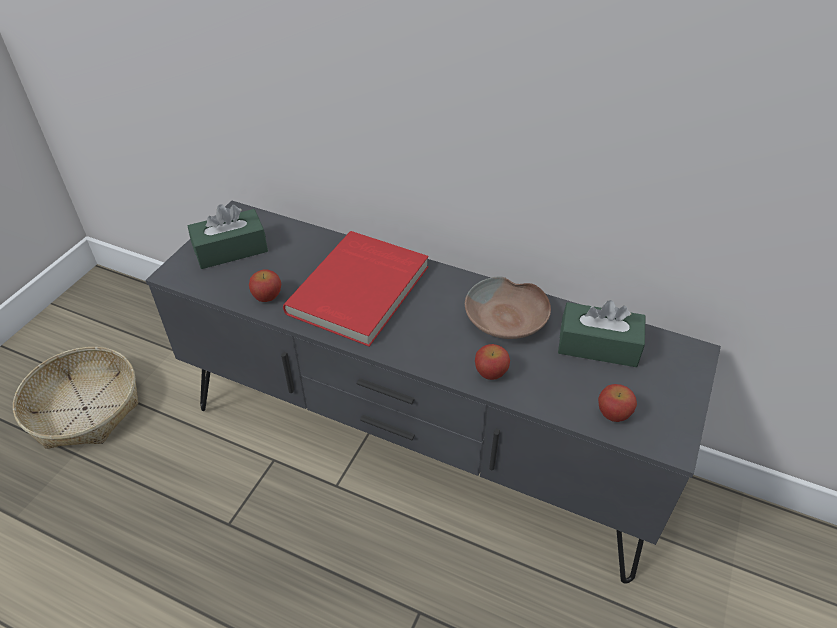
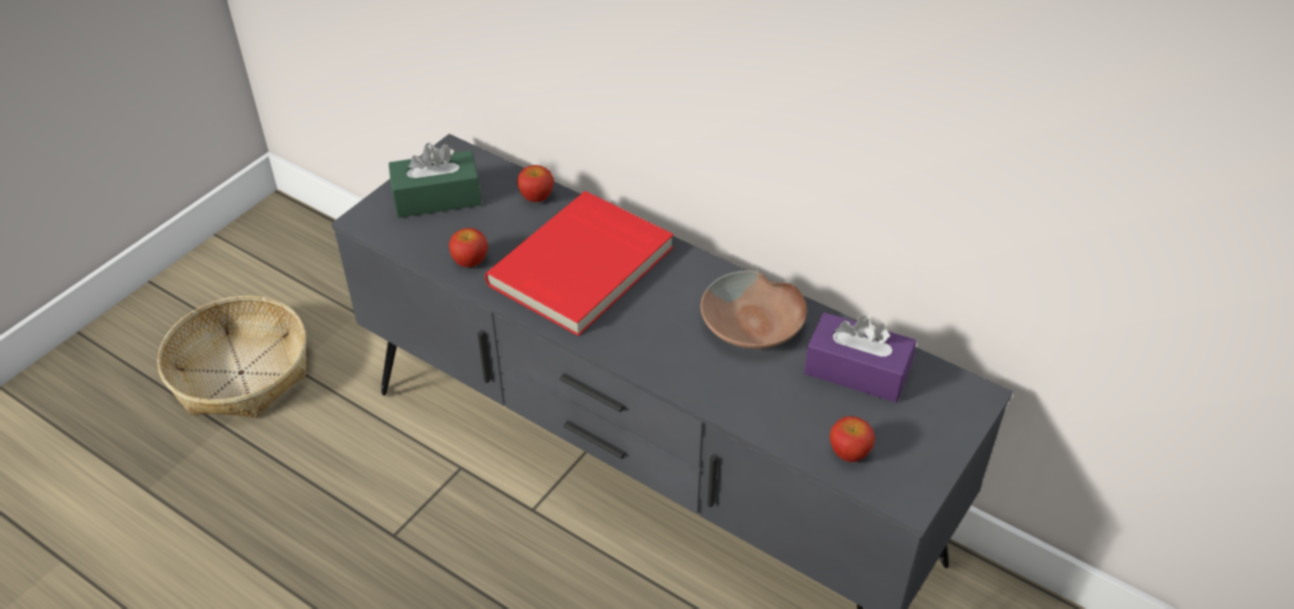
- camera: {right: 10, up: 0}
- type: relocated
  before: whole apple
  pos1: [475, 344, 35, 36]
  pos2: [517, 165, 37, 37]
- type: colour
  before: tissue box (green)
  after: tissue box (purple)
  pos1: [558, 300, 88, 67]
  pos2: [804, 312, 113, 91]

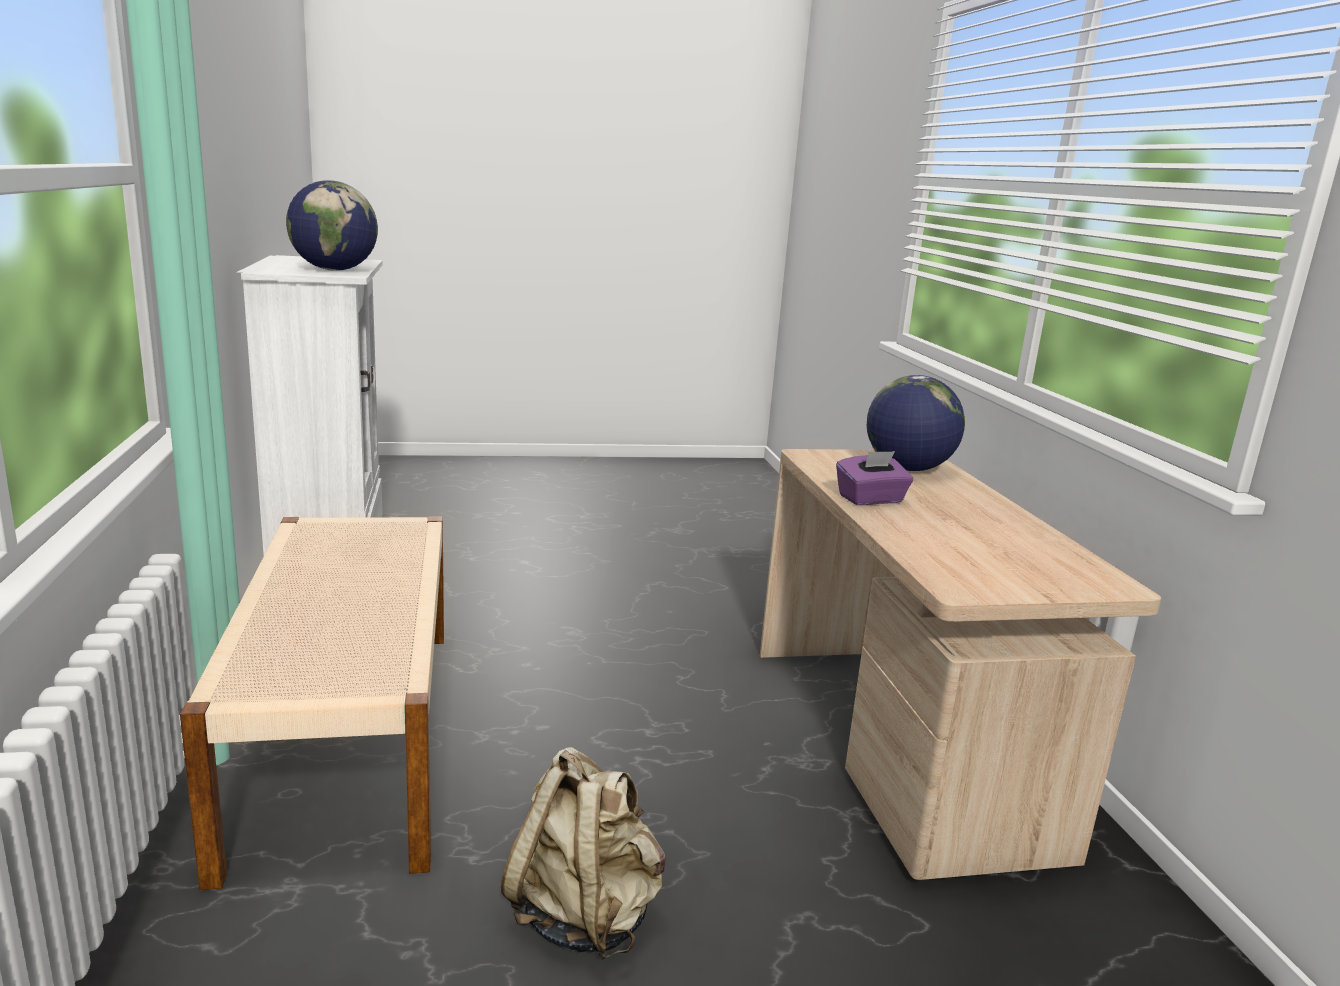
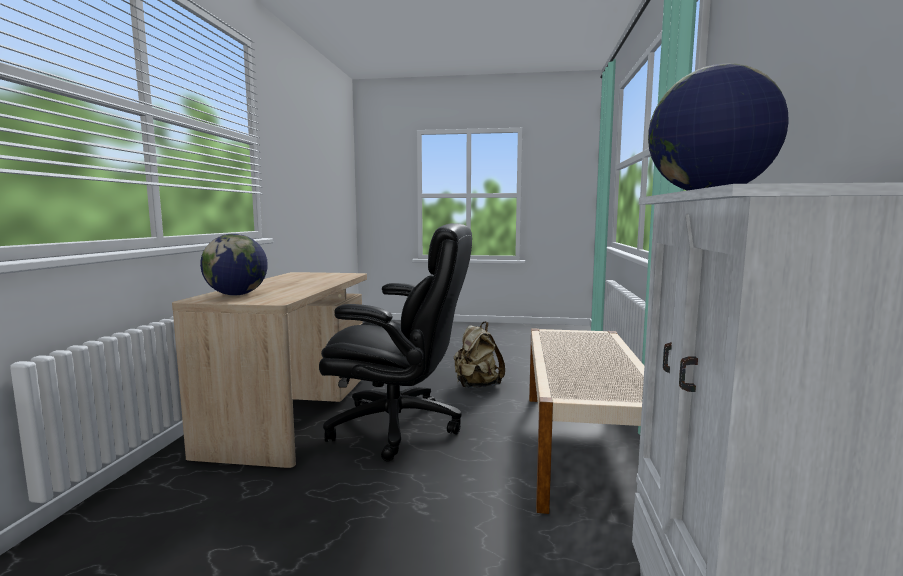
- camera: {right: -160, up: -10}
- type: appeared
  after: computer chair (black-coloured)
  pos2: [319, 223, 153, 238]
- type: missing
  before: tissue box (purple)
  pos1: [836, 451, 77, 54]

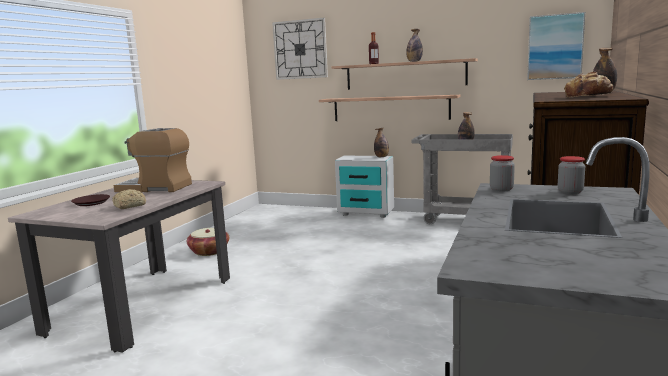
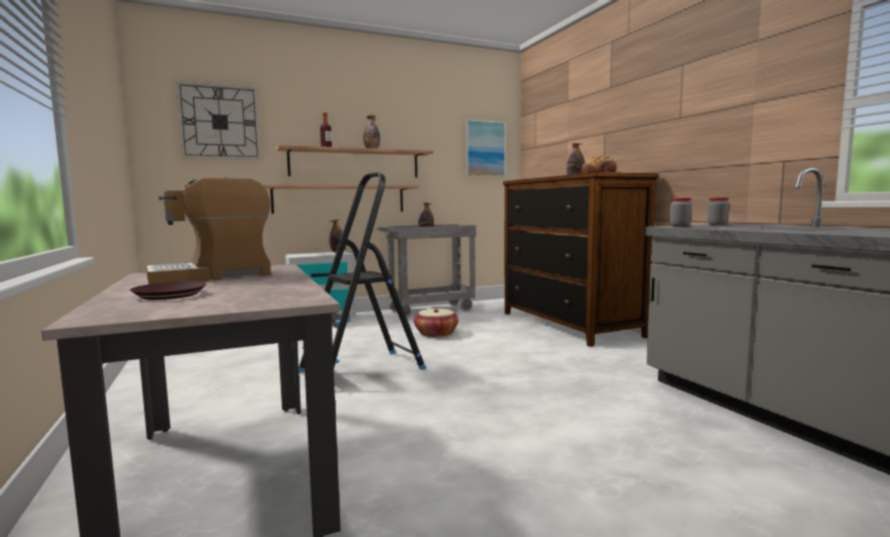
- camera: {right: -45, up: -5}
- type: appeared
  after: stepladder (black-coloured)
  pos2: [299, 172, 127, 201]
- type: relocated
  before: household basket
  pos1: [187, 228, 42, 28]
  pos2: [414, 309, 45, 28]
- type: missing
  before: baked bread
  pos1: [112, 189, 34, 20]

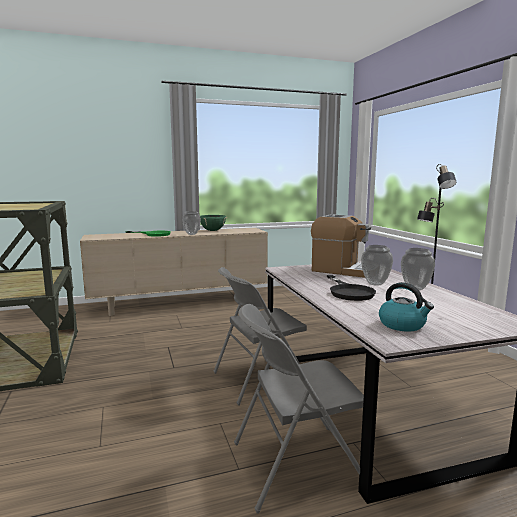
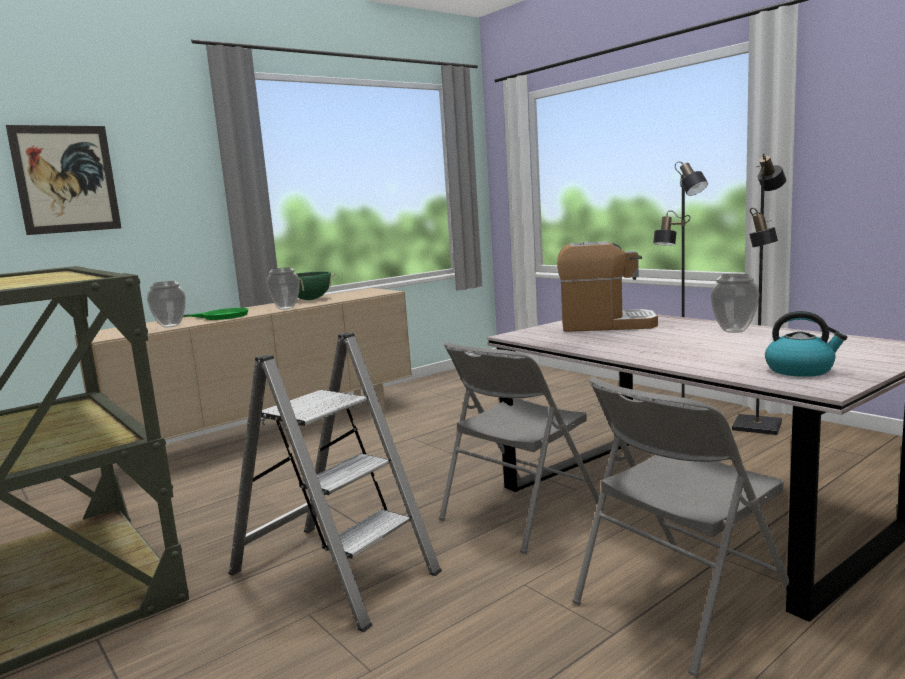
- camera: {right: -20, up: 0}
- type: appeared
  after: wall picture
  pos2: [6, 125, 115, 110]
- type: relocated
  before: vase
  pos1: [361, 245, 32, 41]
  pos2: [147, 281, 38, 46]
- type: appeared
  after: stepladder (greyish)
  pos2: [228, 332, 214, 300]
- type: appeared
  after: floor lamp (black-coloured)
  pos2: [732, 153, 54, 282]
- type: missing
  before: frying pan (black-coloured)
  pos1: [327, 275, 49, 26]

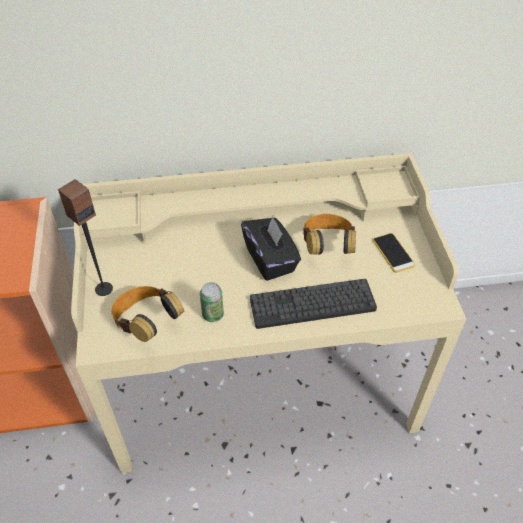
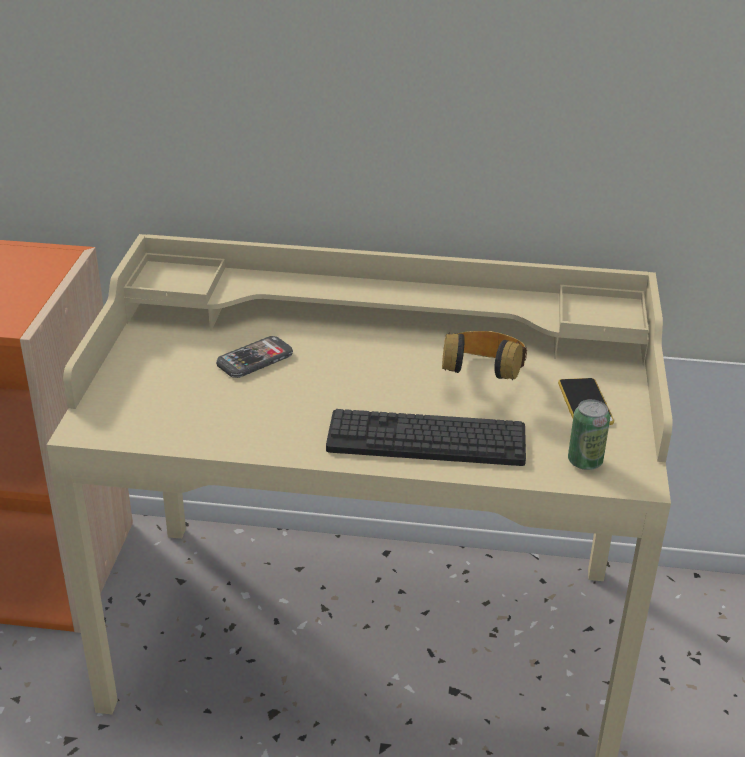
- camera: {right: 15, up: -15}
- type: appeared
  after: phone
  pos2: [216, 336, 77, 42]
- type: relocated
  before: sealed can
  pos1: [200, 282, 24, 40]
  pos2: [568, 399, 42, 71]
- type: missing
  before: speaker
  pos1: [58, 179, 55, 117]
- type: missing
  before: pair of headphones
  pos1: [111, 286, 73, 56]
- type: missing
  before: tissue box (black-coloured)
  pos1: [241, 216, 60, 65]

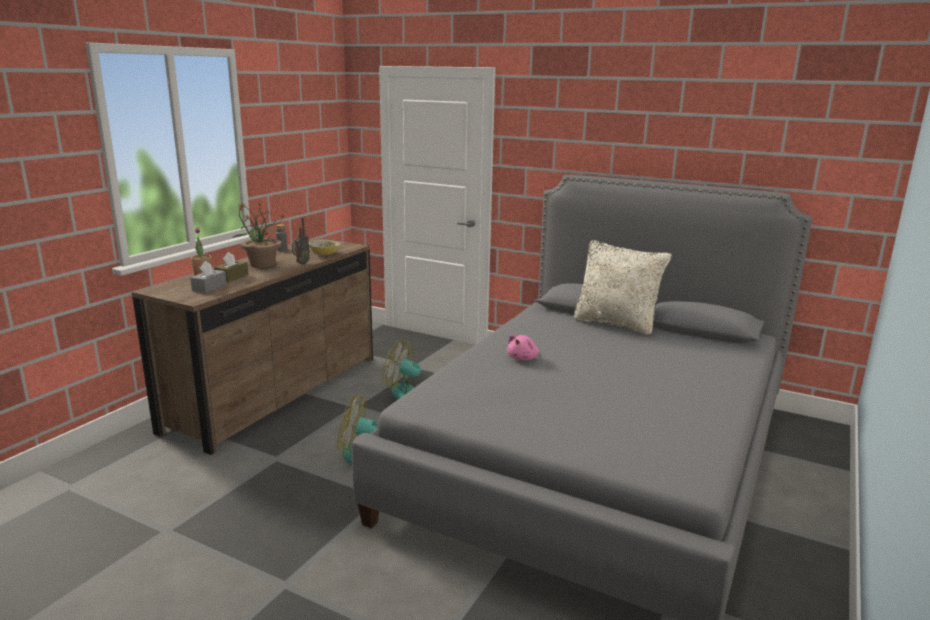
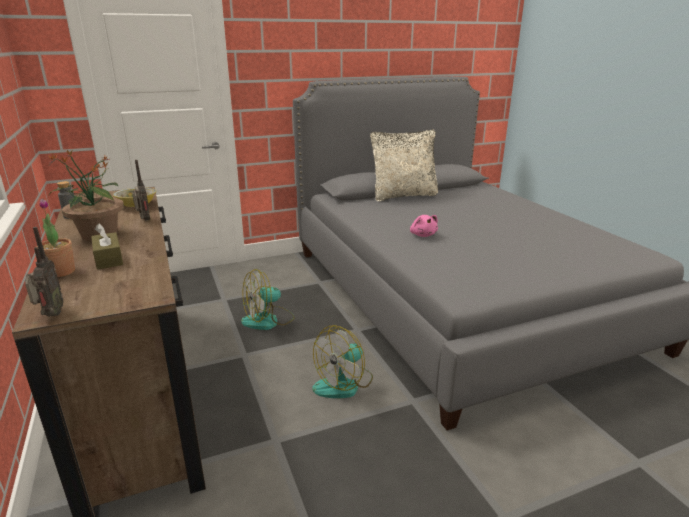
- camera: {right: -50, up: 5}
- type: appeared
  after: radio receiver
  pos2: [25, 227, 38, 90]
- type: missing
  before: tissue box (greyish)
  pos1: [190, 261, 37, 32]

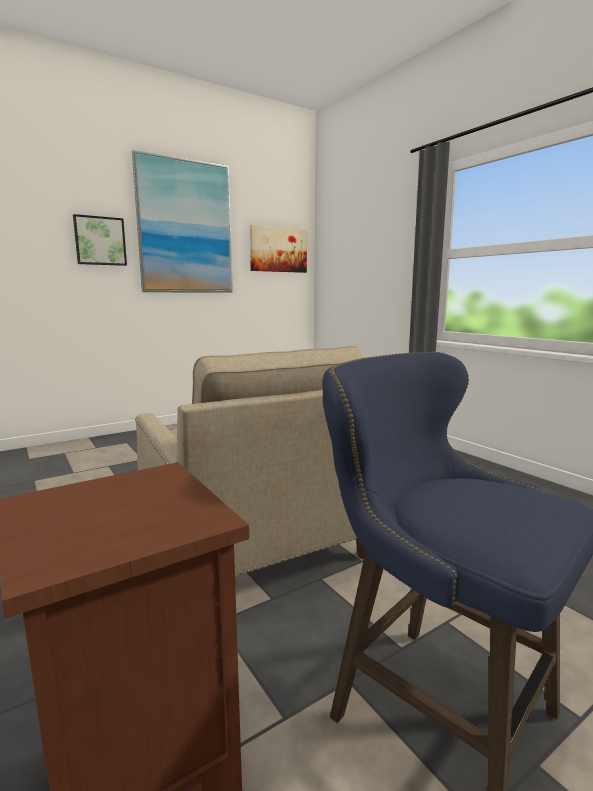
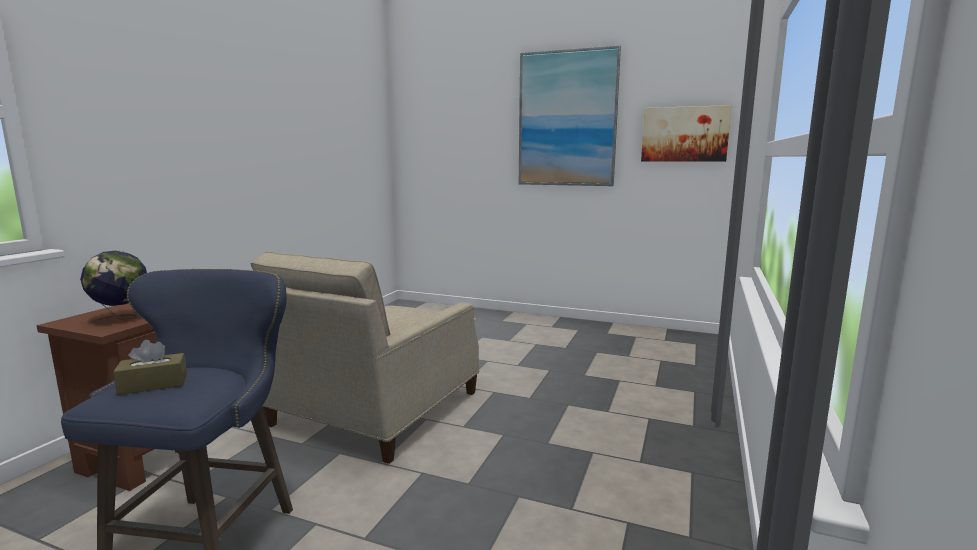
- camera: {right: 55, up: 0}
- type: appeared
  after: desk globe
  pos2: [80, 250, 67, 73]
- type: appeared
  after: tissue box (brown)
  pos2: [113, 340, 74, 55]
- type: missing
  before: wall picture
  pos1: [73, 214, 54, 52]

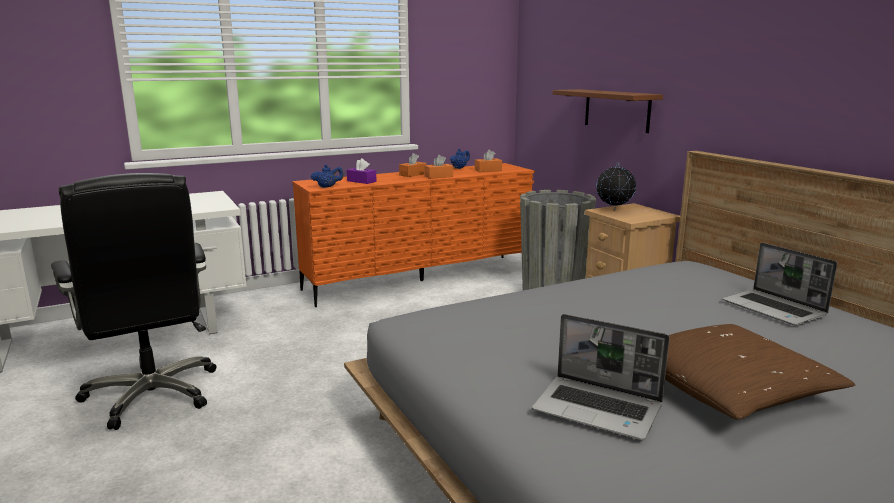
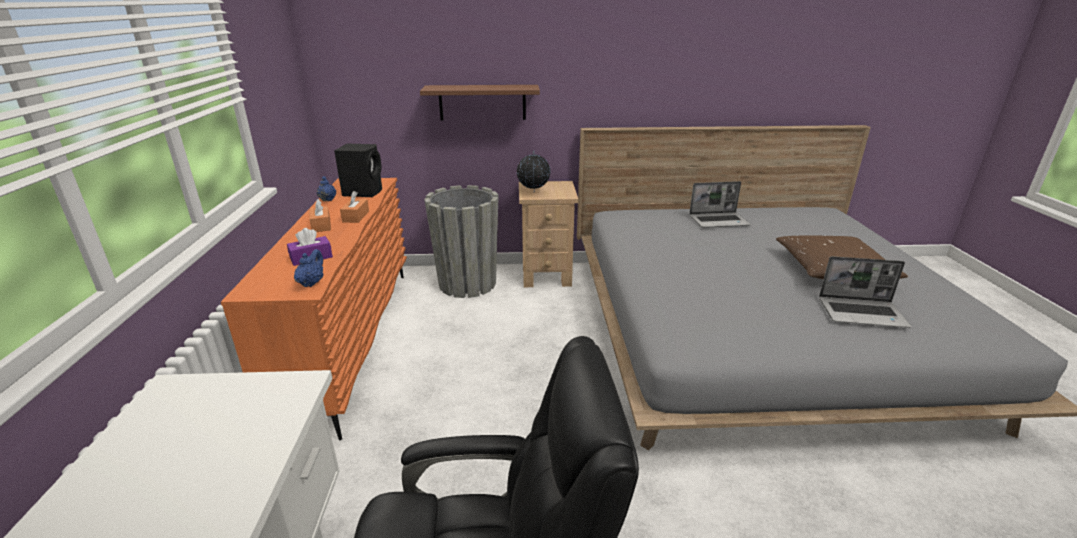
- camera: {right: -65, up: 10}
- type: exchanged
  before: tissue box (orange)
  after: speaker (black-coloured)
  pos1: [475, 150, 27, 22]
  pos2: [334, 143, 48, 54]
- type: spun
  before: laptop
  pos1: [532, 314, 137, 126]
  pos2: [819, 256, 93, 72]
  turn: 45

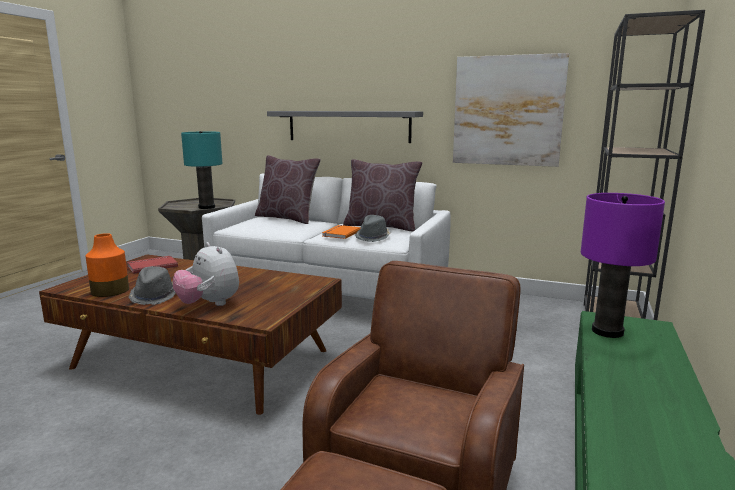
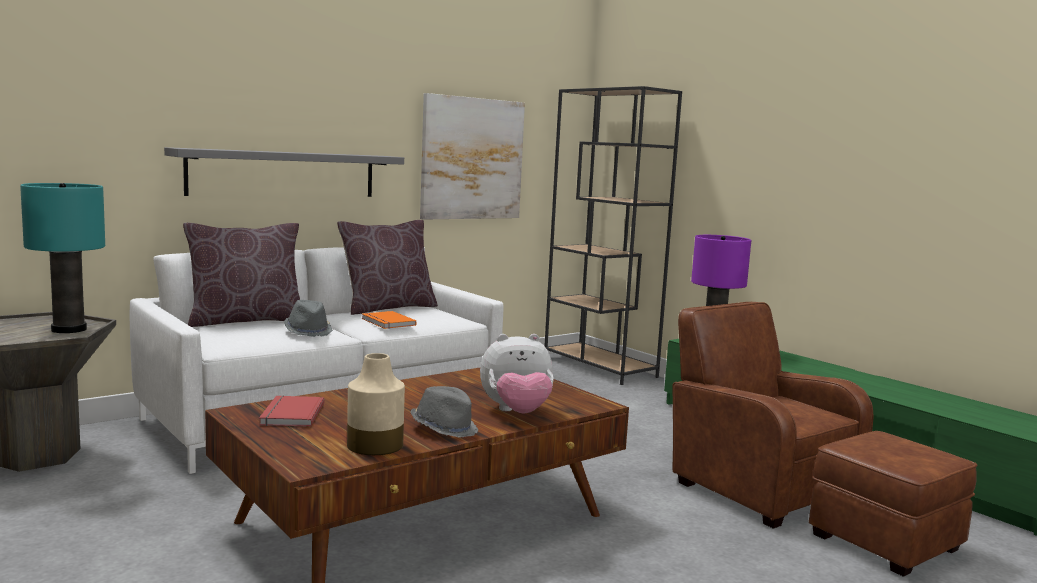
- camera: {right: -60, up: -5}
- type: relocated
  before: hat (greyish)
  pos1: [355, 215, 35, 27]
  pos2: [284, 300, 49, 37]
- type: colour
  before: vase (orange)
  after: vase (beige-coloured)
  pos1: [86, 233, 43, 64]
  pos2: [347, 353, 58, 102]

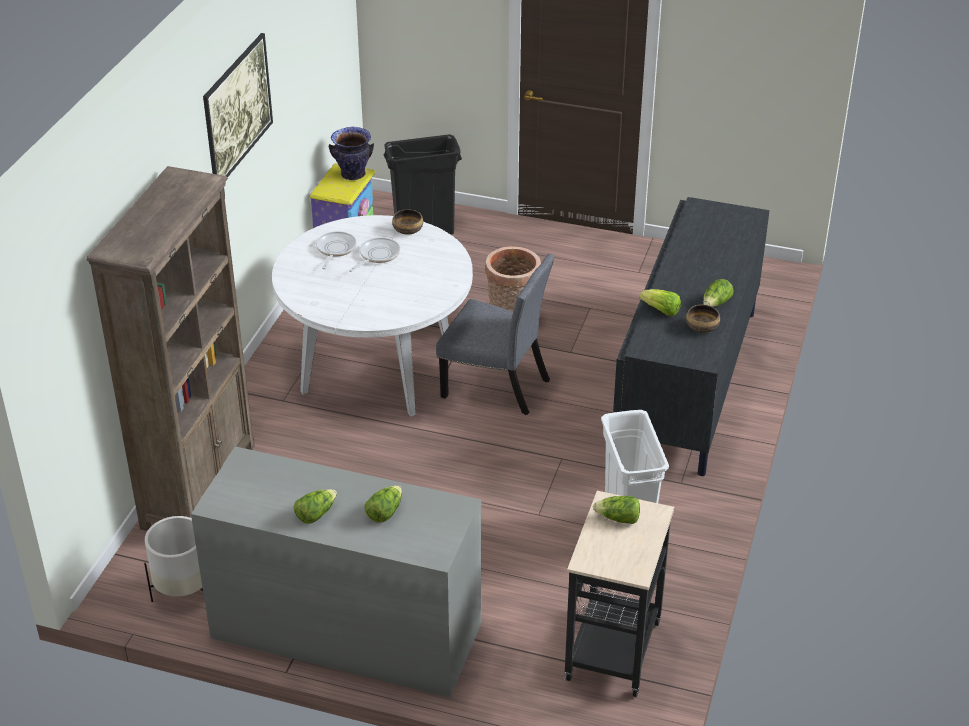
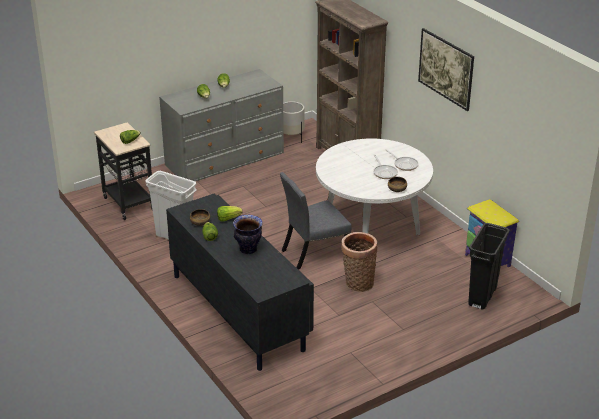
- camera: {right: 130, up: -5}
- type: relocated
  before: vase
  pos1: [329, 127, 45, 53]
  pos2: [233, 215, 30, 39]

